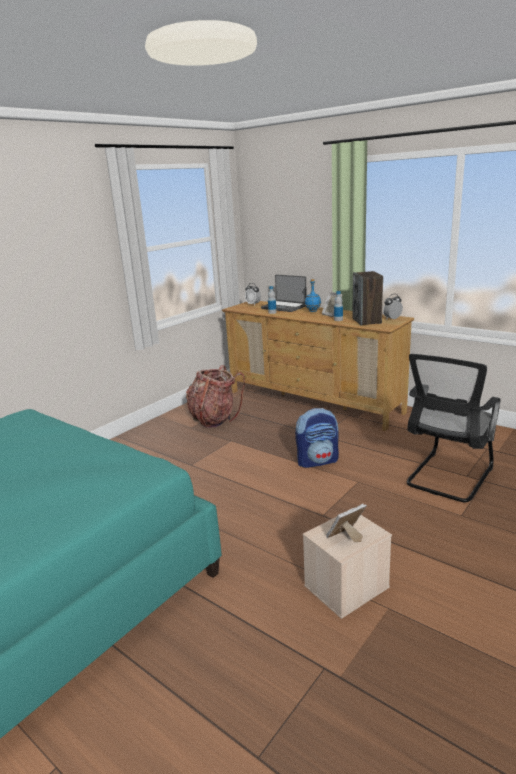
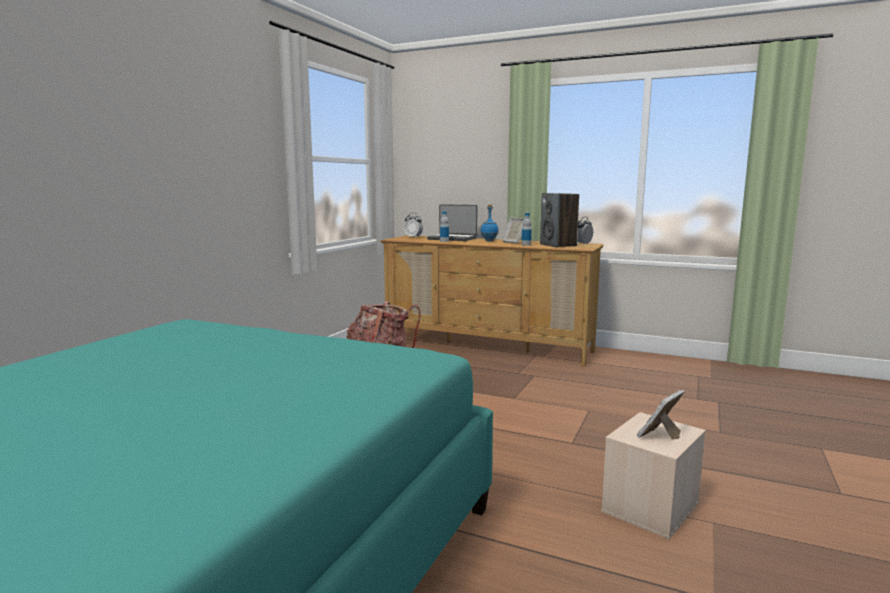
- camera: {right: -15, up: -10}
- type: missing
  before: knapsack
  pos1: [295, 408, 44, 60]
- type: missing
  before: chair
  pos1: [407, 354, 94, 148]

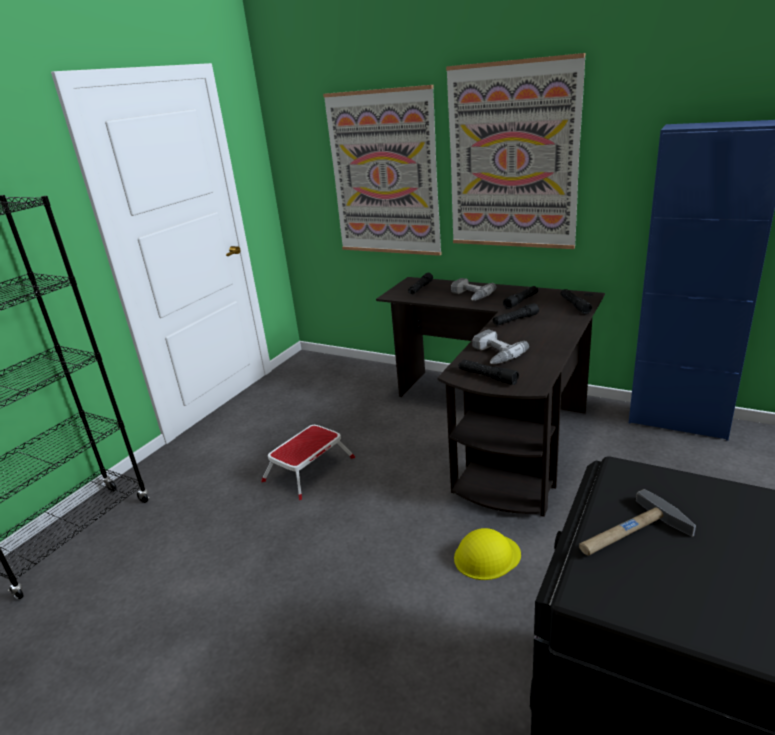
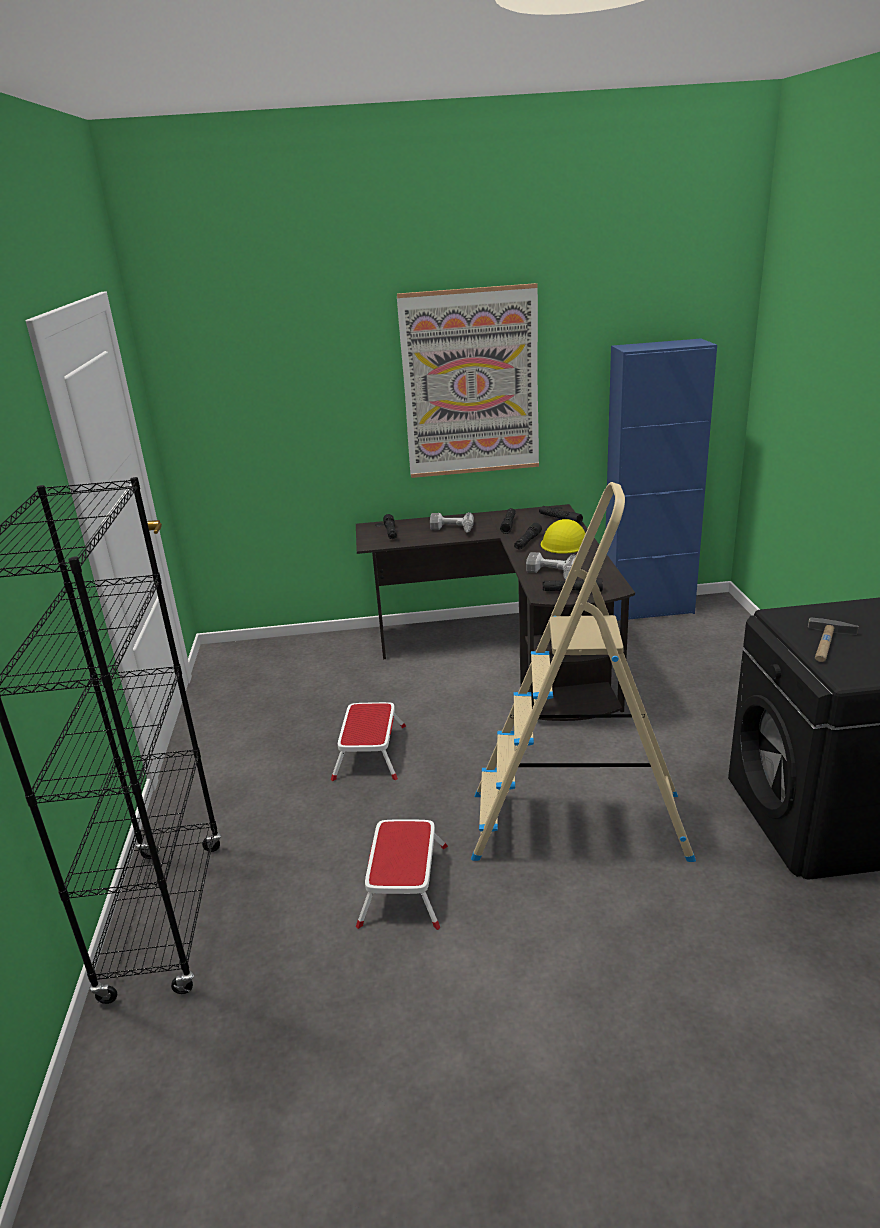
- camera: {right: -35, up: 0}
- type: appeared
  after: stepladder (red)
  pos2: [356, 820, 92, 110]
- type: appeared
  after: stepladder (beige-coloured)
  pos2: [471, 482, 225, 380]
- type: relocated
  before: work helmet (yellow)
  pos1: [454, 528, 67, 52]
  pos2: [541, 519, 45, 35]
- type: missing
  before: wall picture
  pos1: [323, 85, 119, 171]

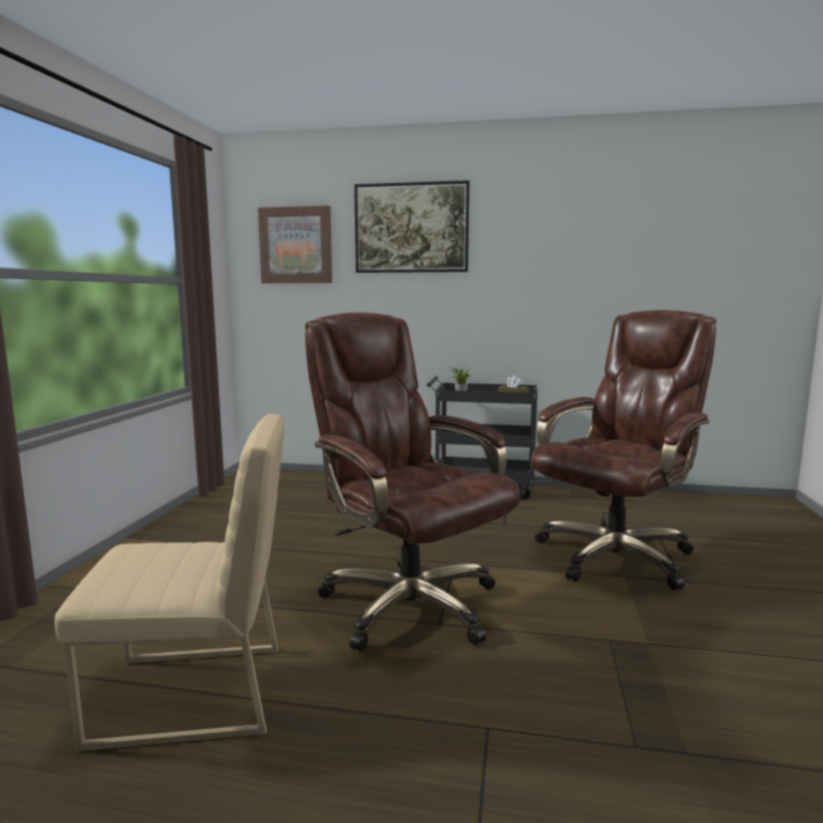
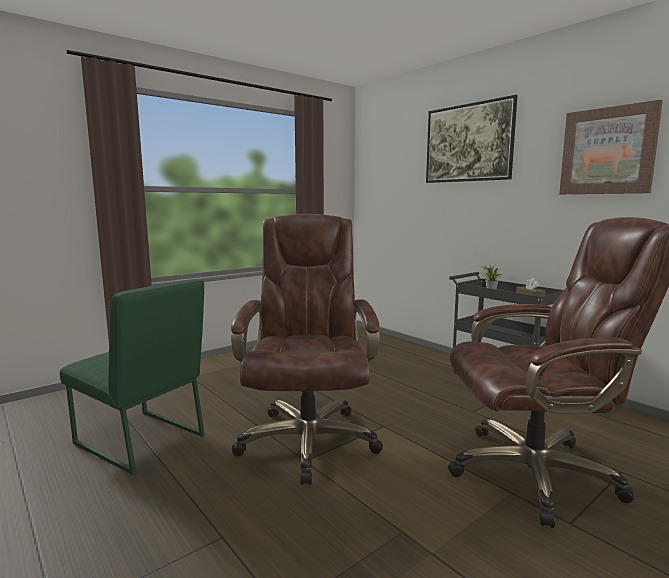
- camera: {right: 40, up: 0}
- type: colour
  before: chair (beige-coloured)
  after: chair (green)
  pos1: [55, 414, 229, 337]
  pos2: [60, 279, 145, 196]
- type: relocated
  before: wall picture
  pos1: [258, 206, 74, 77]
  pos2: [559, 100, 104, 94]

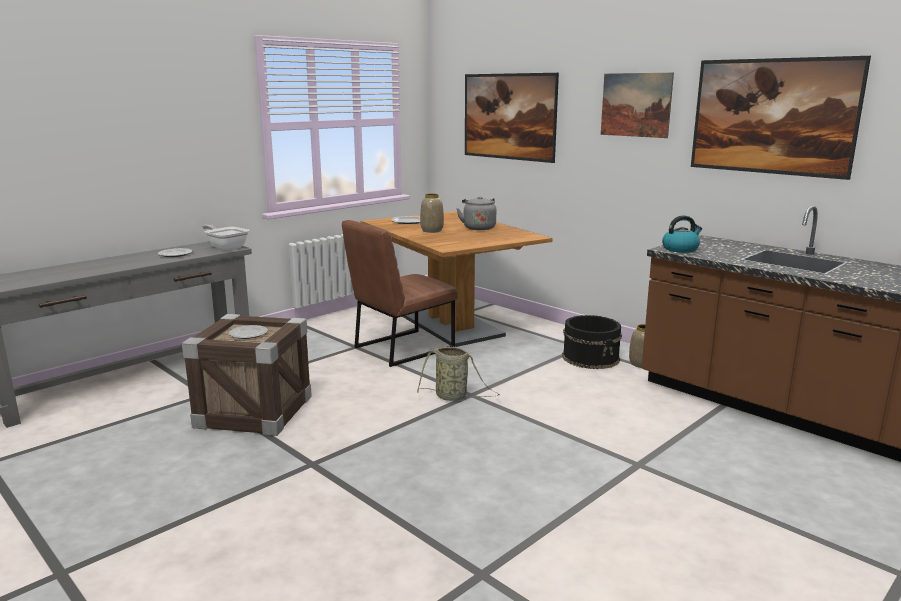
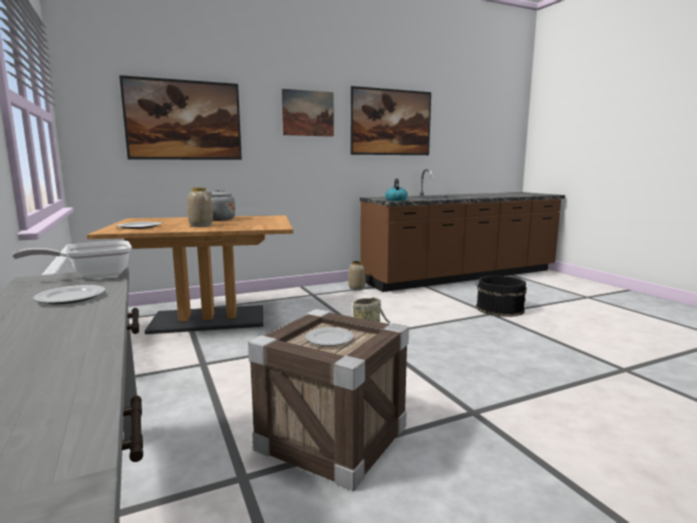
- camera: {right: -70, up: -5}
- type: relocated
  before: bucket (black-coloured)
  pos1: [562, 315, 60, 54]
  pos2: [476, 276, 51, 41]
- type: missing
  before: chair (brown)
  pos1: [342, 220, 116, 147]

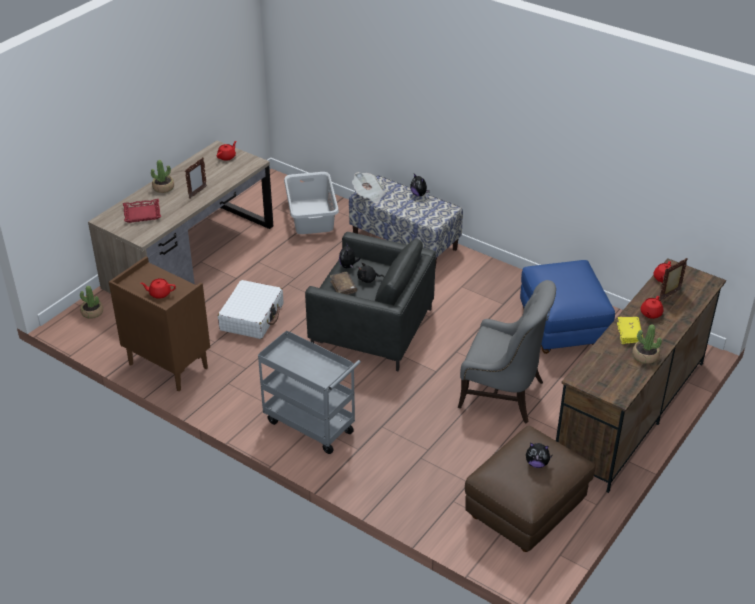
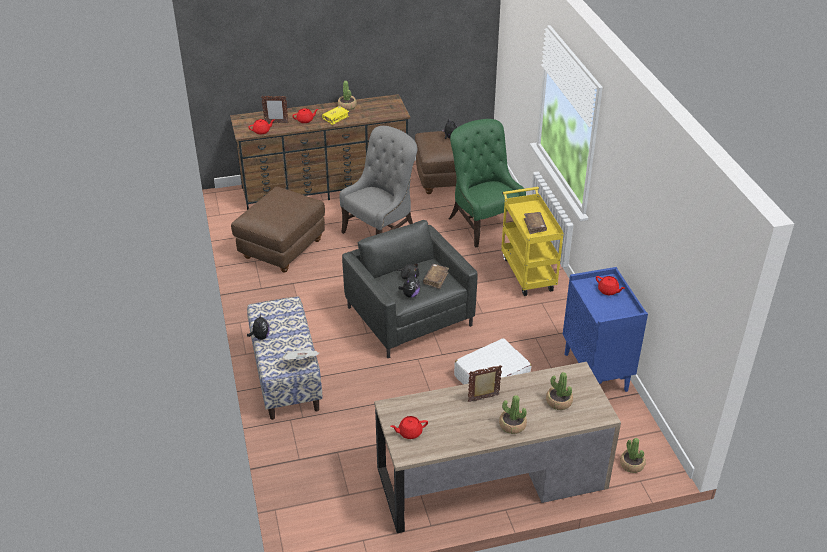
- camera: {right: -140, up: 0}
- type: colour
  before: ottoman (blue)
  after: ottoman (brown)
  pos1: [520, 260, 95, 94]
  pos2: [231, 187, 94, 86]
- type: spun
  before: chair (greyish)
  pos1: [458, 280, 98, 143]
  pos2: [339, 126, 78, 109]
  turn: 75
- type: appeared
  after: chair (green)
  pos2: [449, 119, 77, 128]
- type: colour
  before: trolley (greyish)
  after: trolley (yellow)
  pos1: [258, 331, 103, 123]
  pos2: [501, 187, 63, 109]
- type: appeared
  after: volume (brown)
  pos2: [524, 212, 23, 22]
- type: exchanged
  before: carrying tray (red)
  after: houseplant
  pos1: [123, 199, 38, 24]
  pos2: [546, 372, 27, 38]
- type: colour
  before: storage cabinet (brown)
  after: storage cabinet (blue)
  pos1: [109, 256, 101, 135]
  pos2: [563, 267, 85, 125]
- type: missing
  before: hamper (greyish)
  pos1: [284, 172, 55, 62]

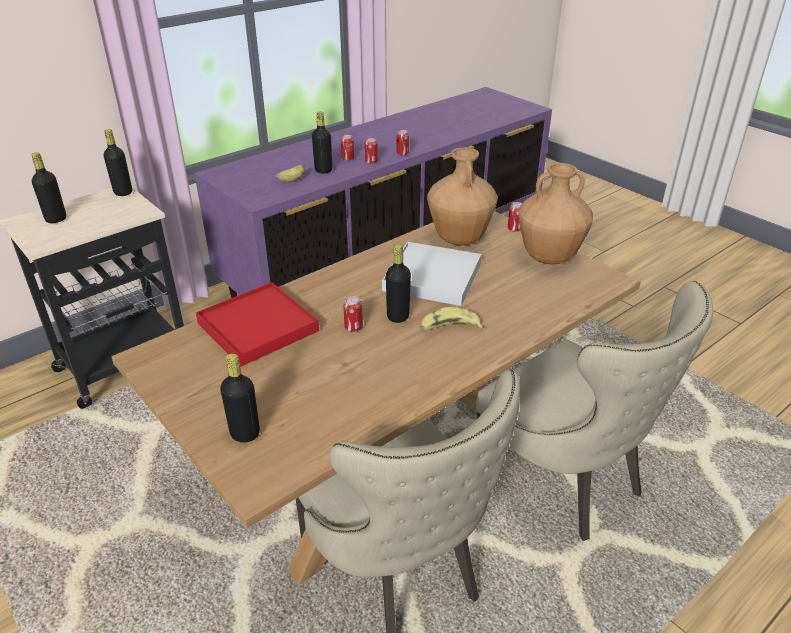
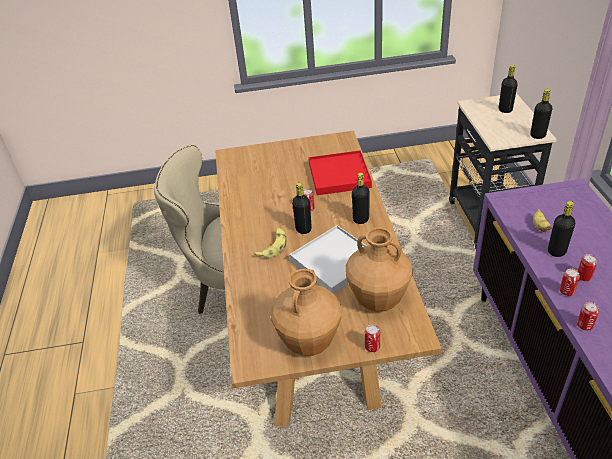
- camera: {right: 125, up: 5}
- type: relocated
  before: beverage bottle (black-coloured)
  pos1: [220, 353, 40, 90]
  pos2: [352, 173, 18, 51]
- type: missing
  before: chair (beige-coloured)
  pos1: [476, 281, 237, 260]

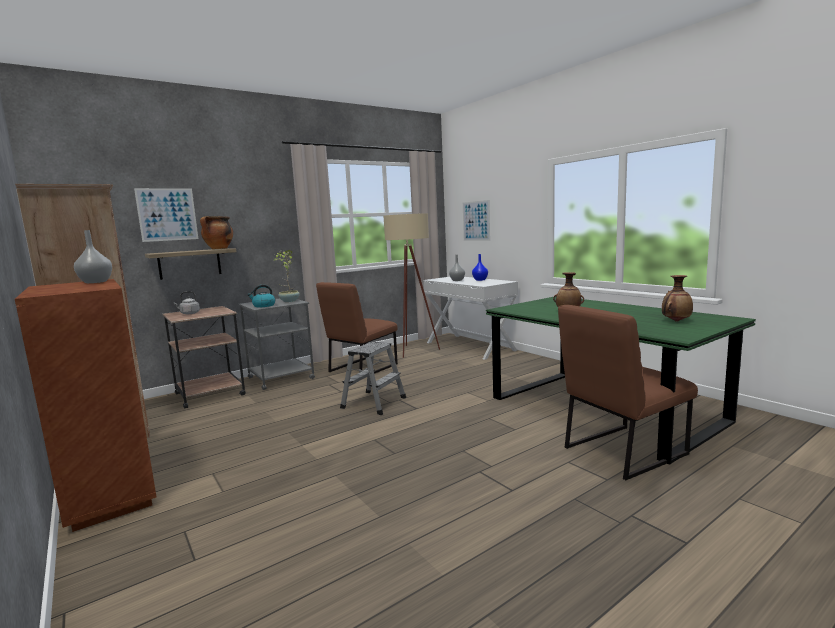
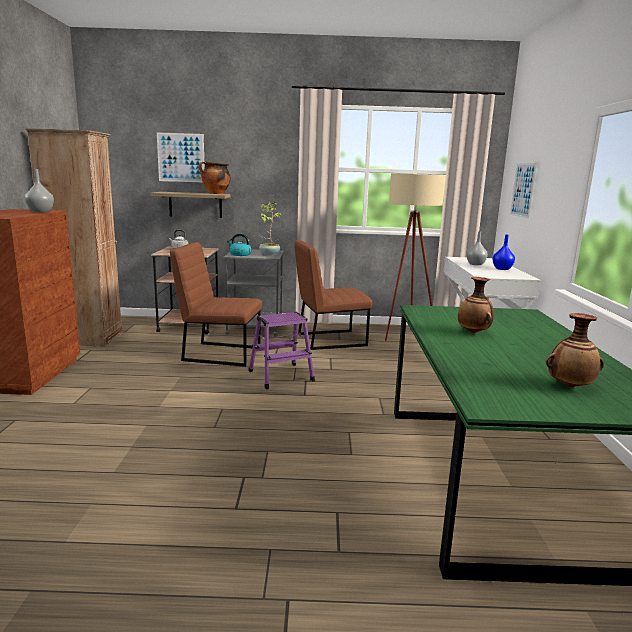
- camera: {right: 35, up: 5}
- type: relocated
  before: chair (brown)
  pos1: [558, 305, 140, 175]
  pos2: [170, 242, 92, 125]
- type: colour
  before: stepladder (greyish)
  after: stepladder (purple)
  pos1: [340, 342, 66, 73]
  pos2: [248, 312, 67, 78]

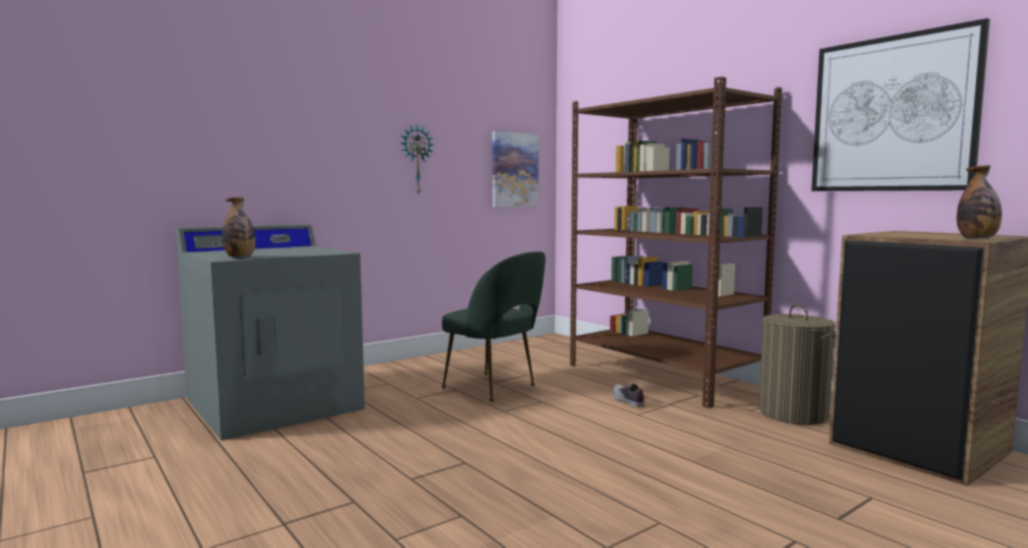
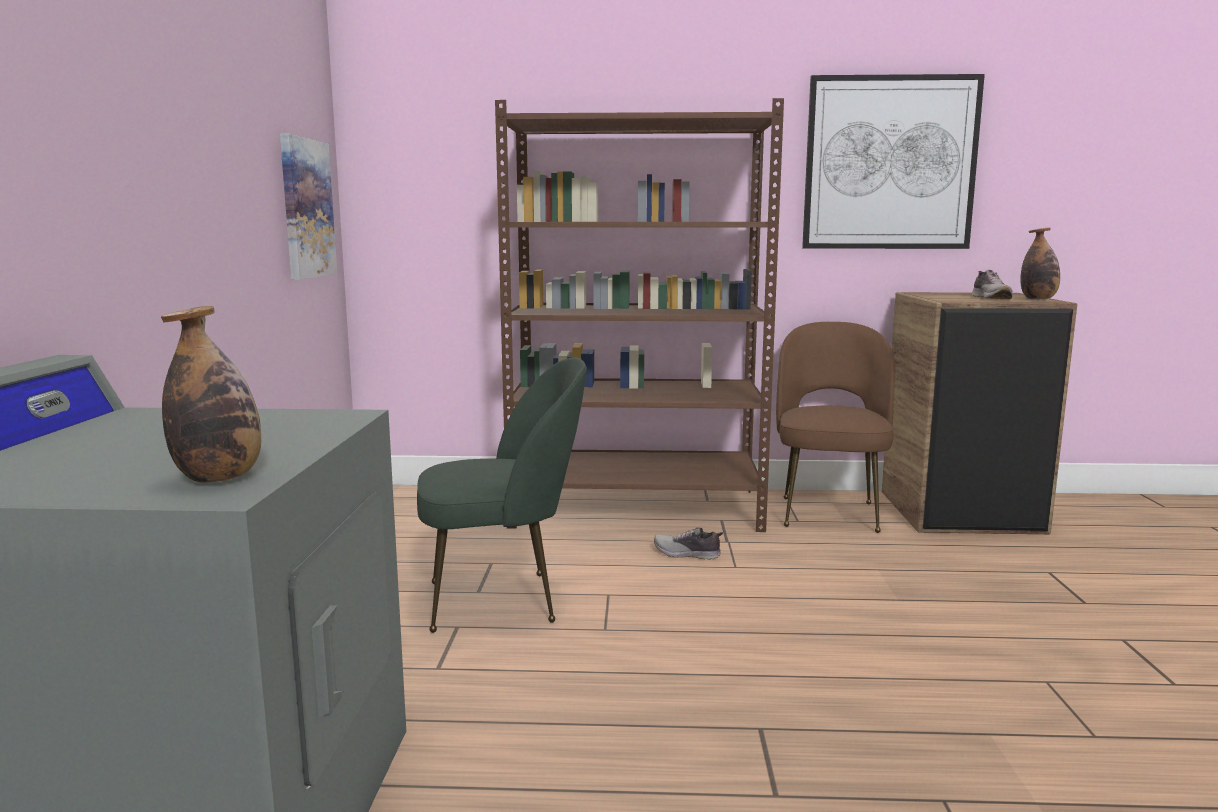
- camera: {right: -50, up: 5}
- type: exchanged
  before: hamper
  after: chair (brown)
  pos1: [759, 304, 77, 121]
  pos2: [776, 322, 119, 211]
- type: appeared
  after: shoe
  pos2: [972, 270, 41, 29]
- type: missing
  before: clock on the wall
  pos1: [401, 124, 32, 71]

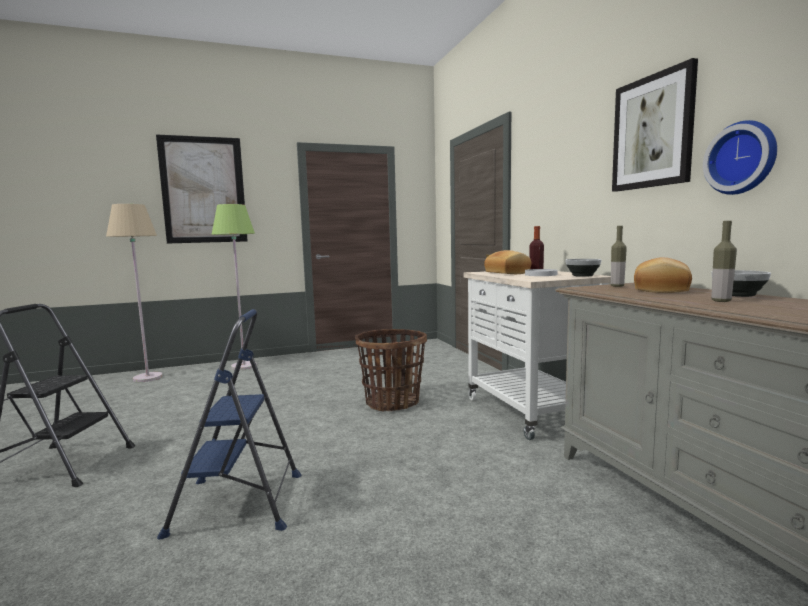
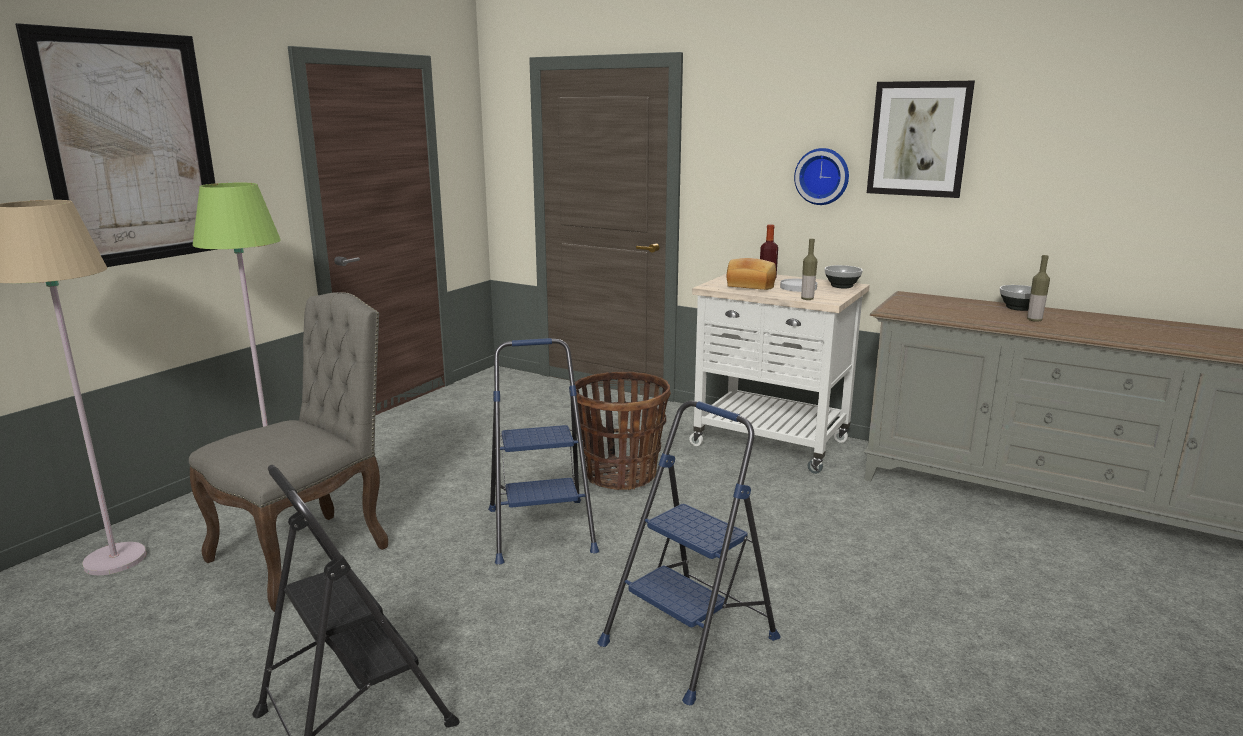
- camera: {right: -40, up: 10}
- type: appeared
  after: chair (greyish)
  pos2: [189, 292, 199, 320]
- type: appeared
  after: stepladder (blue)
  pos2: [488, 338, 111, 226]
- type: relocated
  before: clock on the wall
  pos1: [703, 120, 74, 75]
  pos2: [794, 148, 55, 57]
- type: relocated
  before: beverage bottle
  pos1: [611, 226, 16, 61]
  pos2: [801, 239, 16, 61]
- type: missing
  before: baked bread
  pos1: [634, 257, 58, 36]

